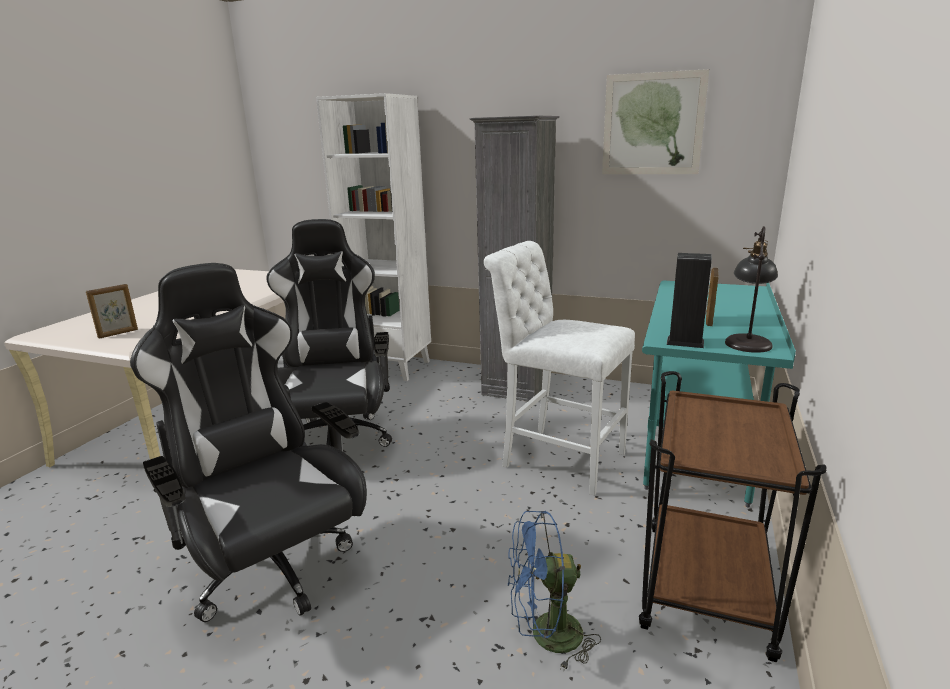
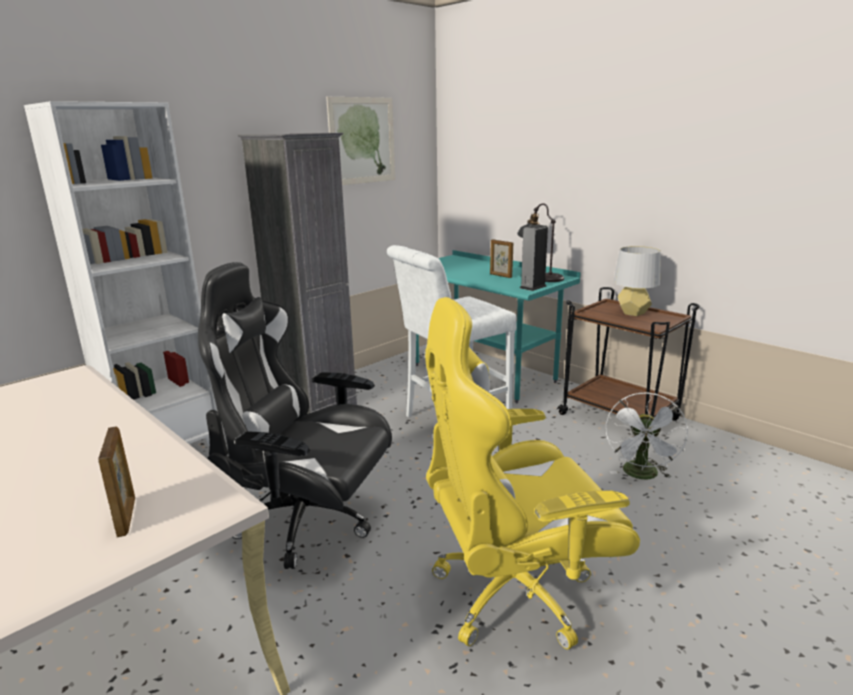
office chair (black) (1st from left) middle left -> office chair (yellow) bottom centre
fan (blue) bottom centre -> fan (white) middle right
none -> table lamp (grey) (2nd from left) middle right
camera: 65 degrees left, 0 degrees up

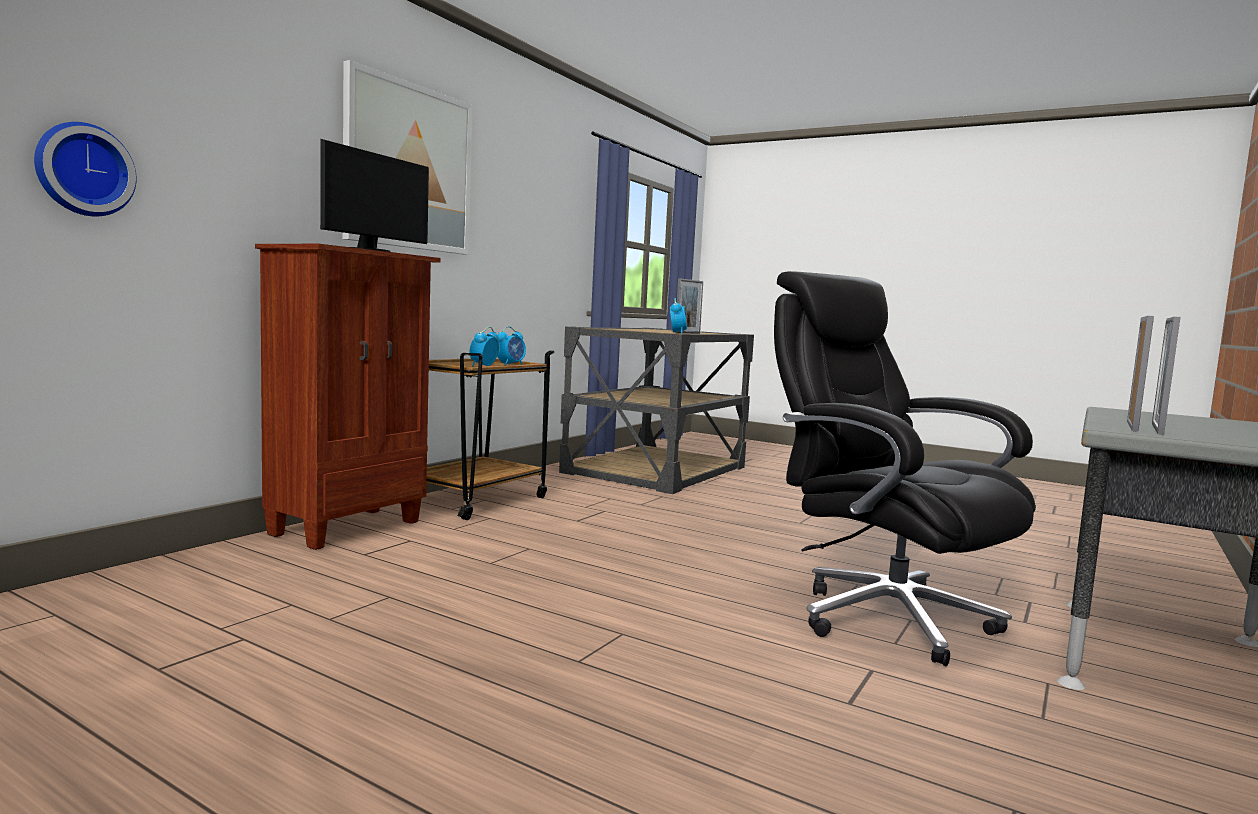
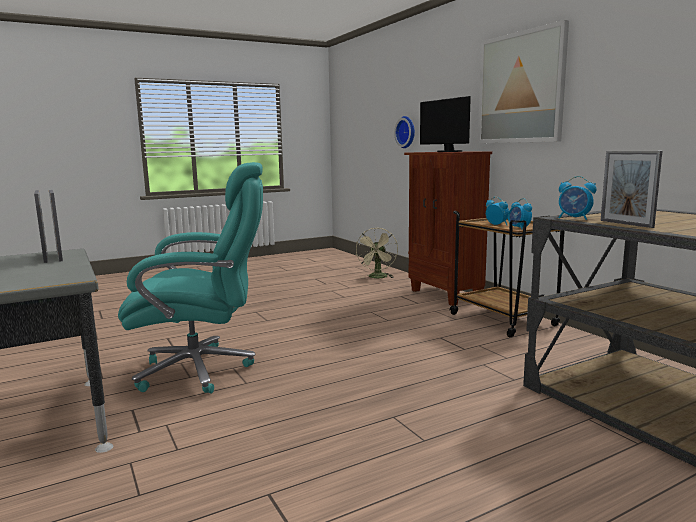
office chair (black) middle right -> office chair (turquoise) middle left
none -> fan (beige) centre
camera: 120 degrees right, 5 degrees up

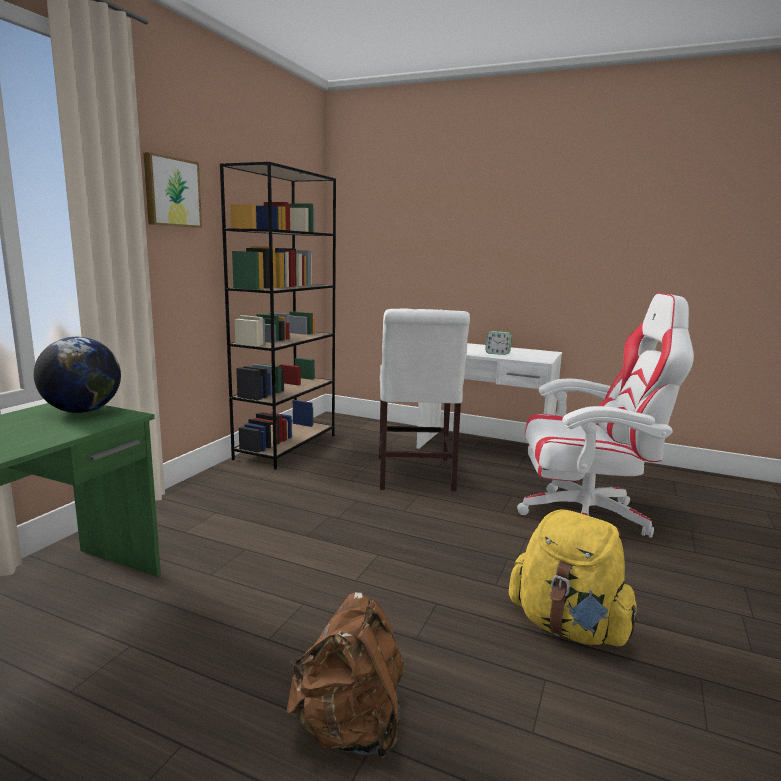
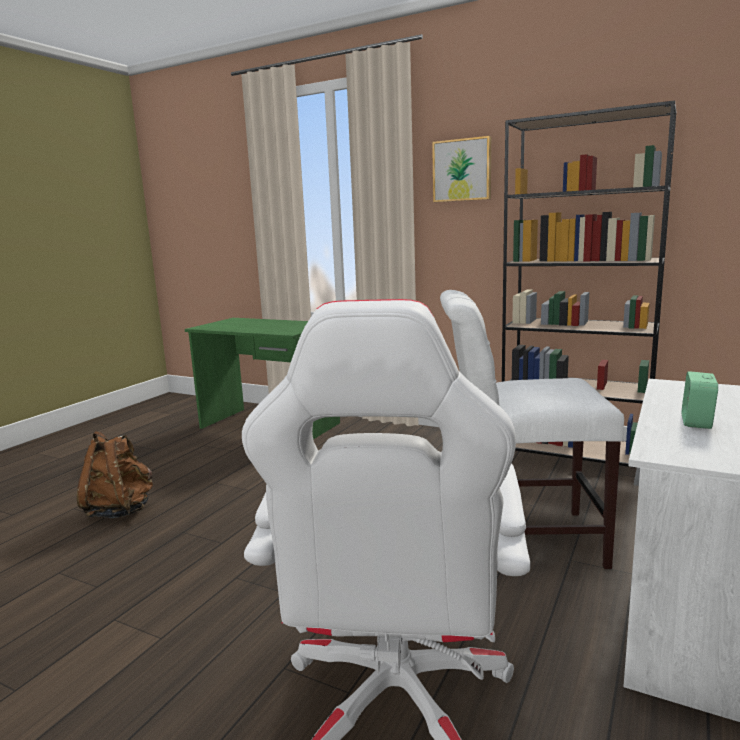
globe middle left -> none
backpack (yellow) bottom right -> none
camera: 95 degrees right, 0 degrees up

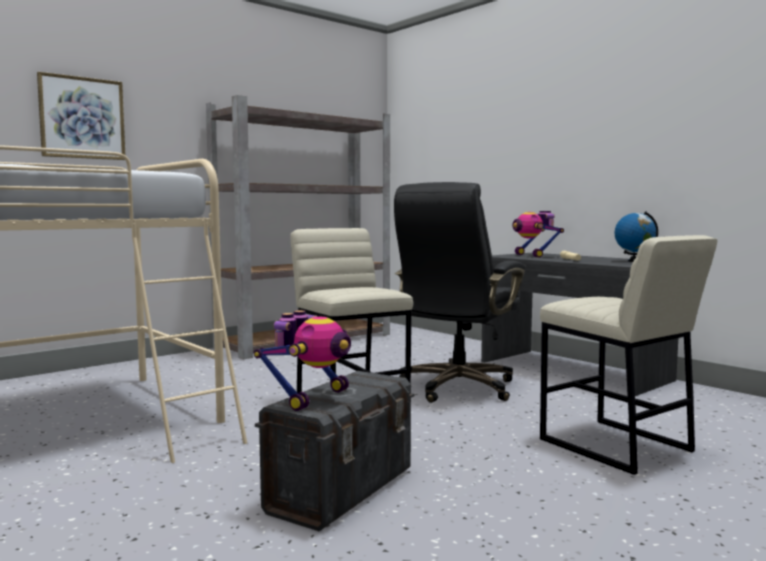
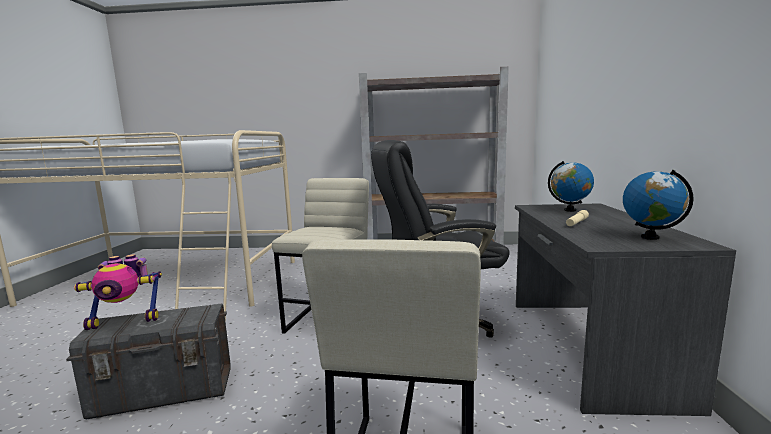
toy robot (2nd from left) middle right -> globe (1st from left) middle right
picture top left -> none
camera: 45 degrees right, 5 degrees up

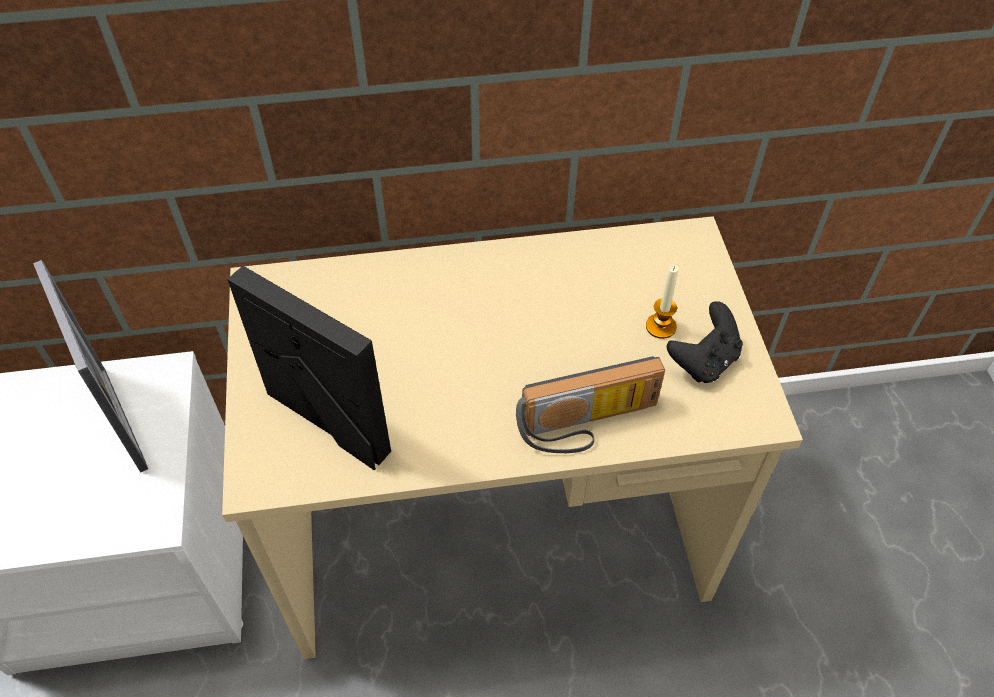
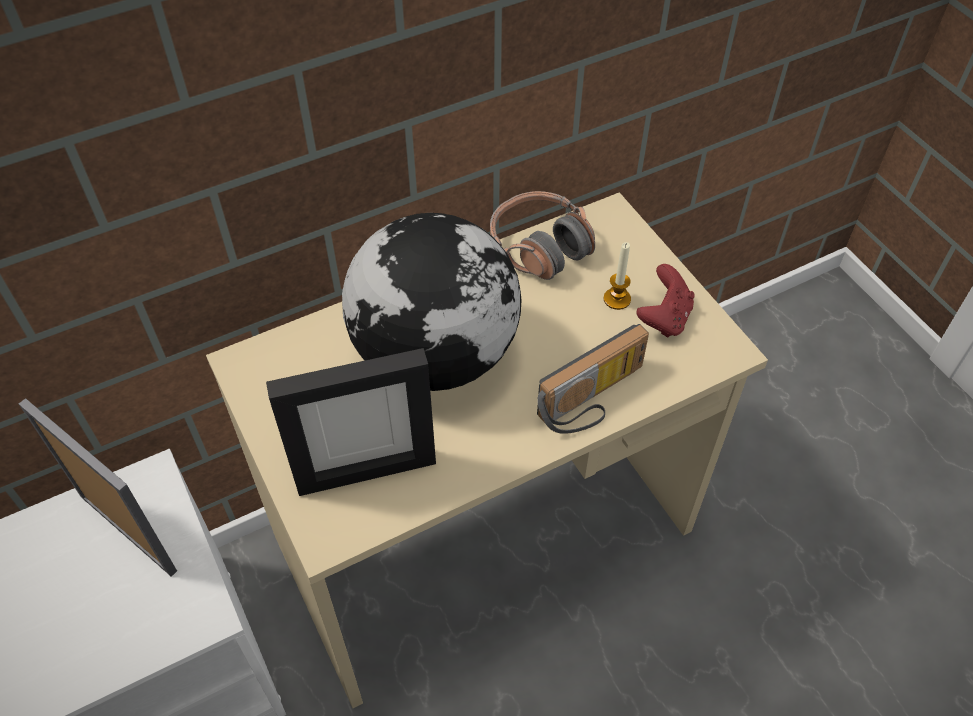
picture frame (2nd from left) middle left -> picture frame (2nd from left) centre, 150 degrees clockwise
none -> globe centre
none -> headphones top centre
game controller (black) middle right -> game controller (red) middle right
camera: 20 degrees left, 0 degrees up

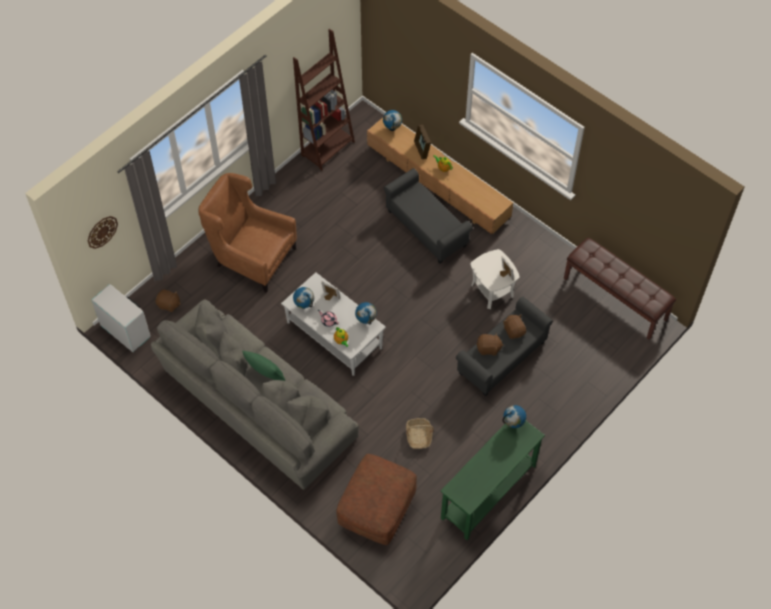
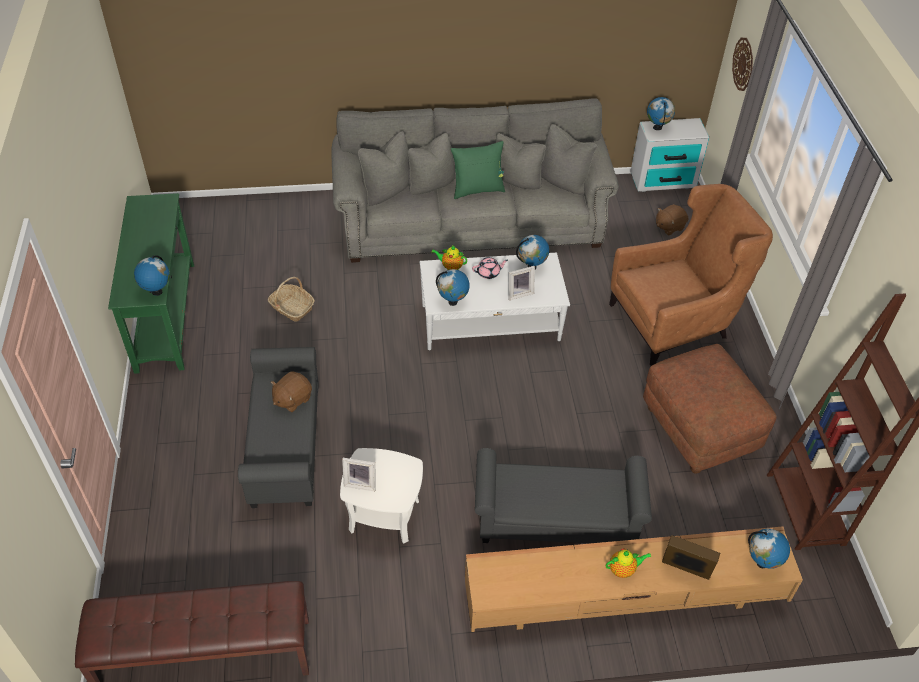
ottoman (brown) bottom centre -> ottoman (brown) middle right, moved
none -> globe (4th from left) top right
plush toy (brown) (3rd from left) middle right -> none
camera: 130 degrees right, 10 degrees down

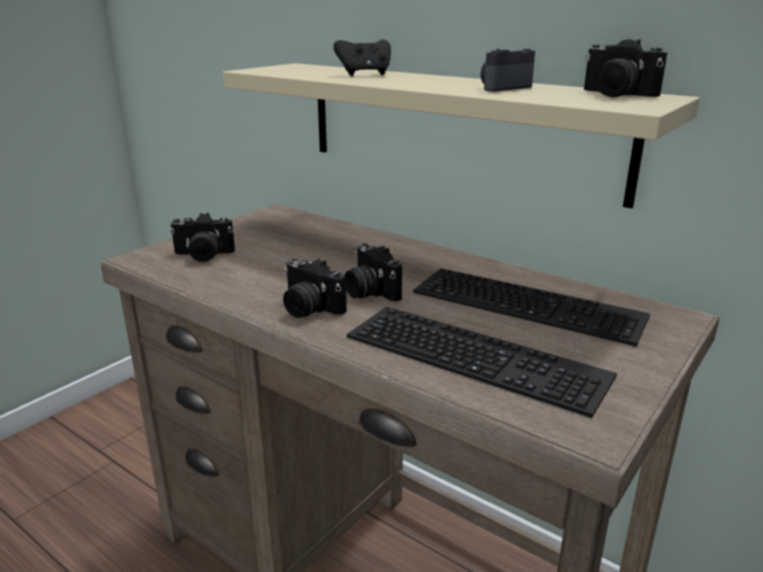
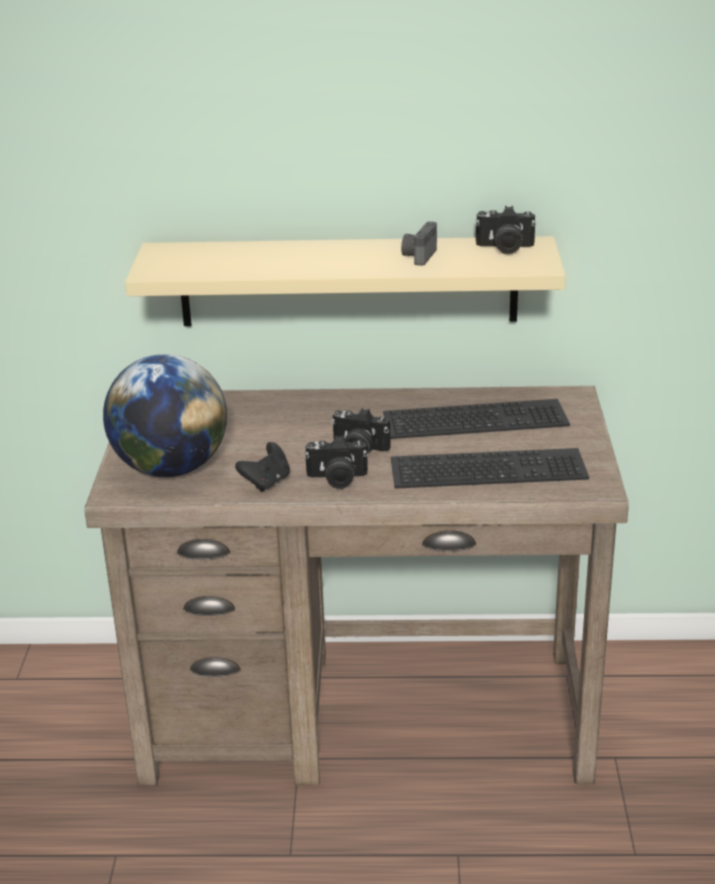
photo camera (1st from left) middle left -> globe middle left
game controller (black) top centre -> game controller (black) centre, moved
camera: 35 degrees left, 5 degrees up

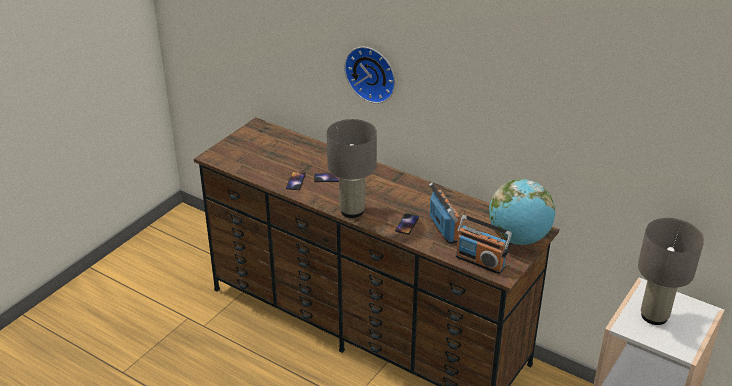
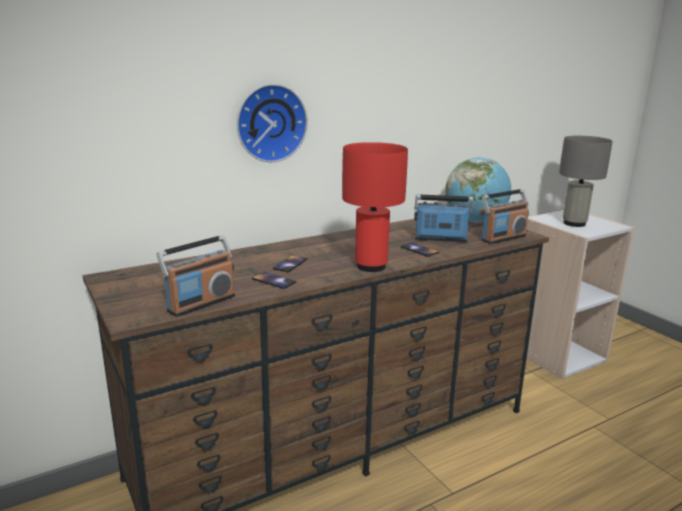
none -> radio (1st from left) middle left
table lamp (grey) (1st from left) centre -> table lamp (red) centre
camera: 65 degrees left, 15 degrees down

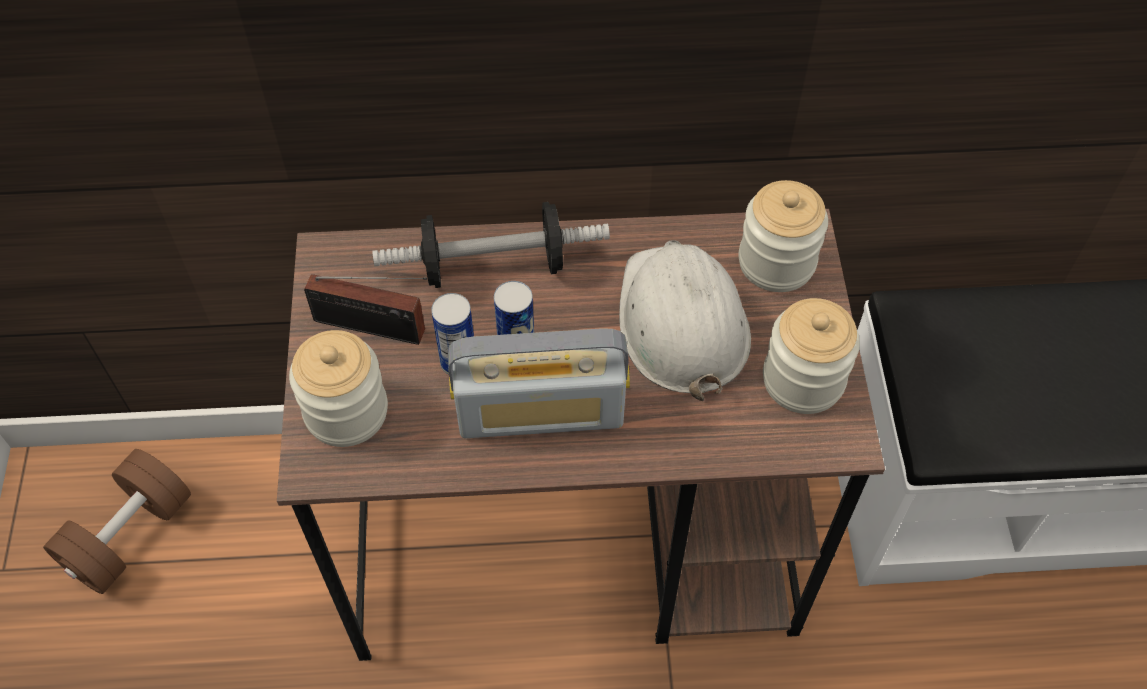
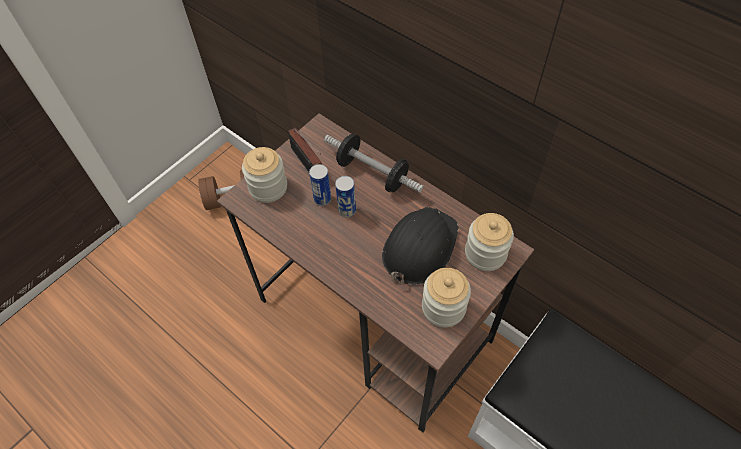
hard hat (white) centre -> hard hat (black) centre
radio (2nd from left) centre -> none
camera: 45 degrees right, 0 degrees up

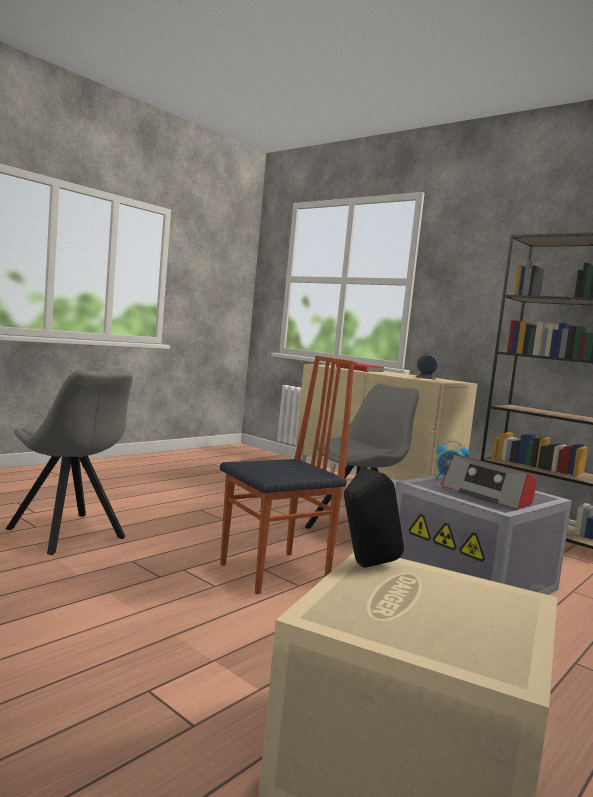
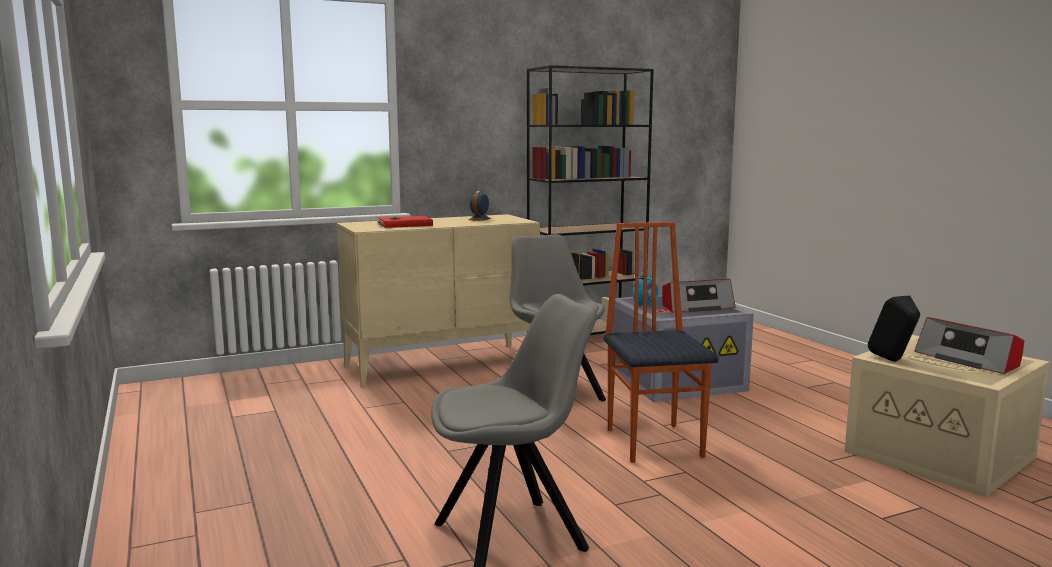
none -> radio (2nd from left) middle right
camera: 65 degrees left, 5 degrees up

